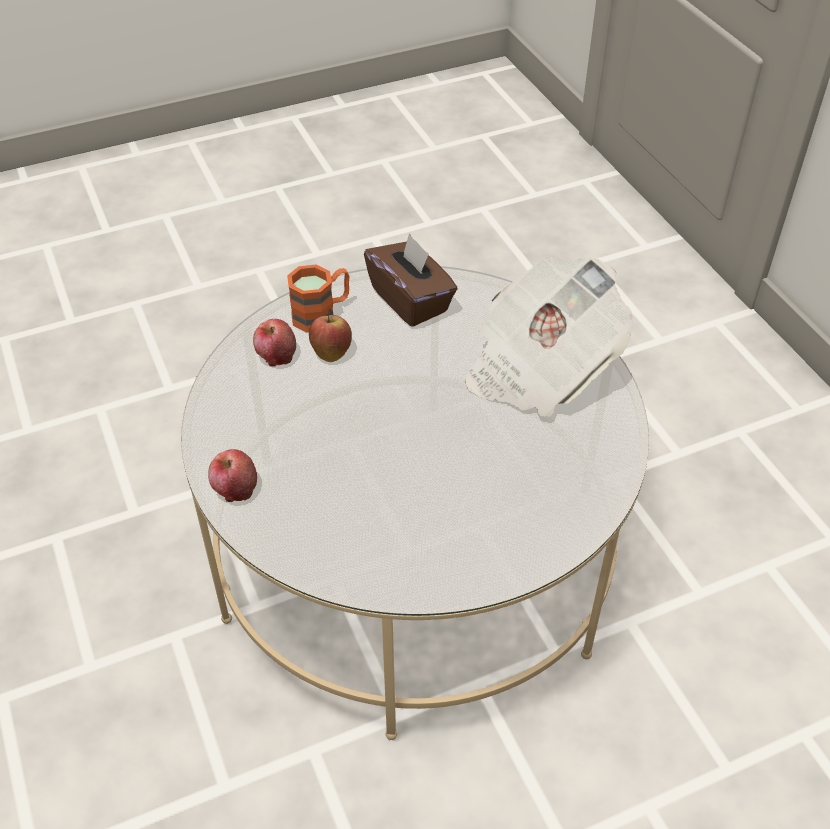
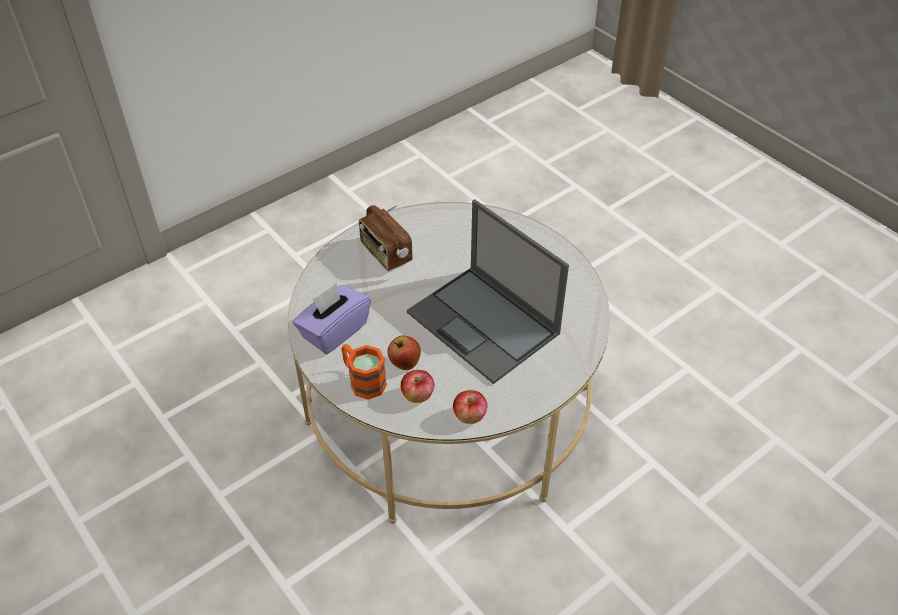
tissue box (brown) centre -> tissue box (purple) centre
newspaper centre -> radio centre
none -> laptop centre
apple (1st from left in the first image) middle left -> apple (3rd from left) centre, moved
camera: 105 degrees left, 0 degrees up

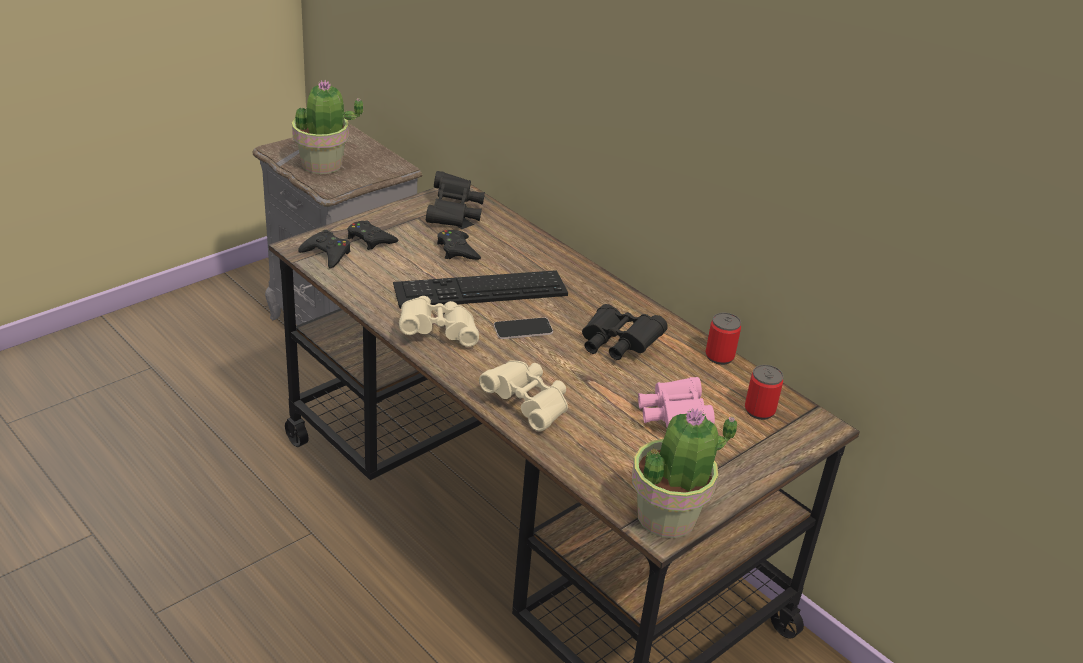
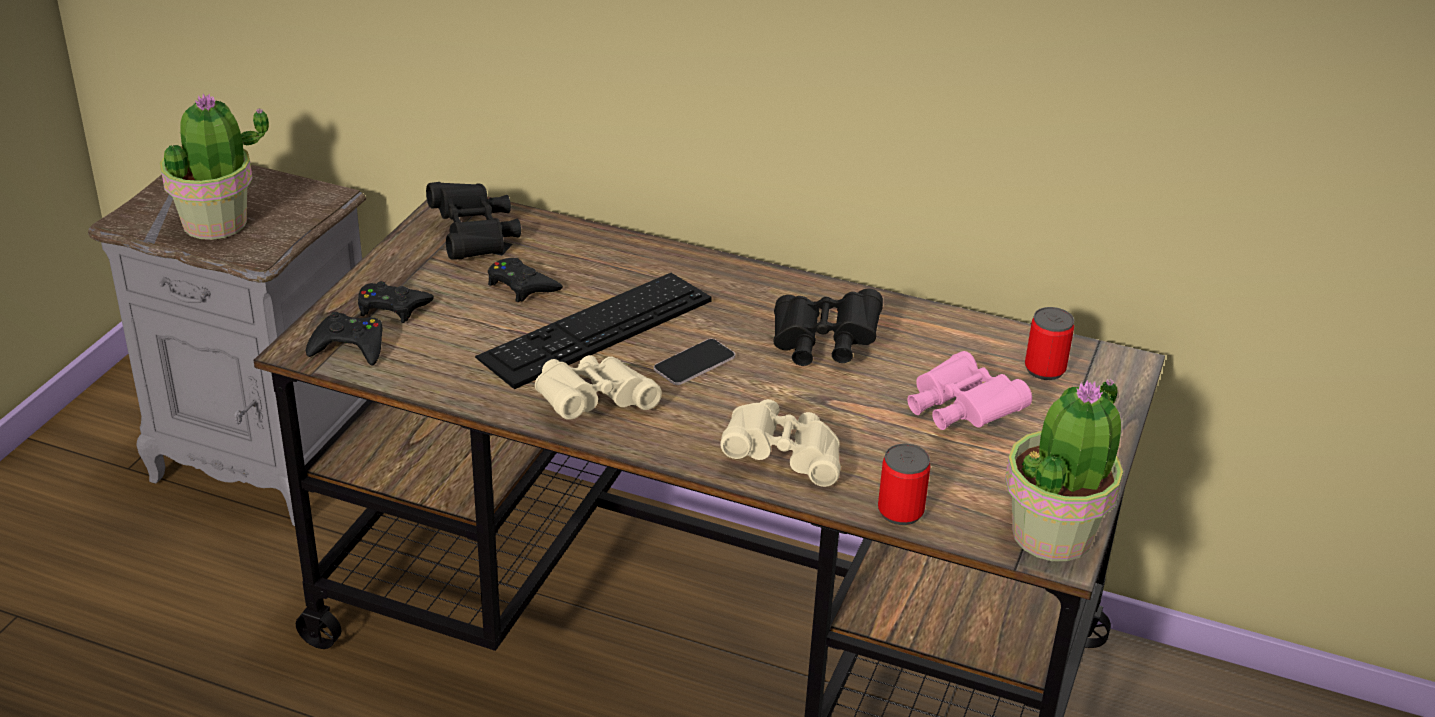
can (1st from left) middle right -> can (1st from left) bottom centre, moved
camera: 25 degrees left, 0 degrees up

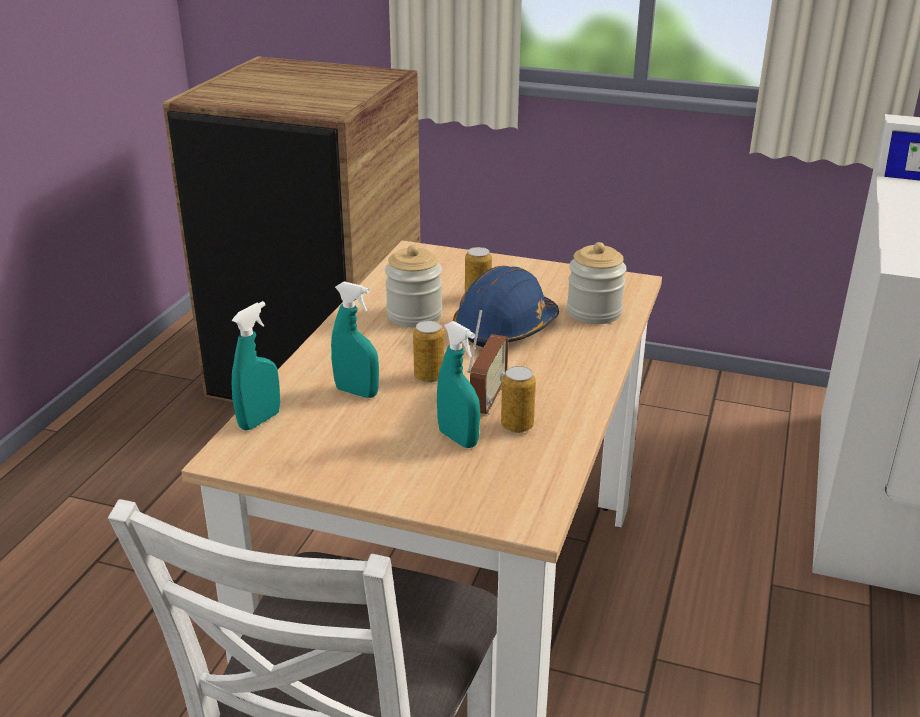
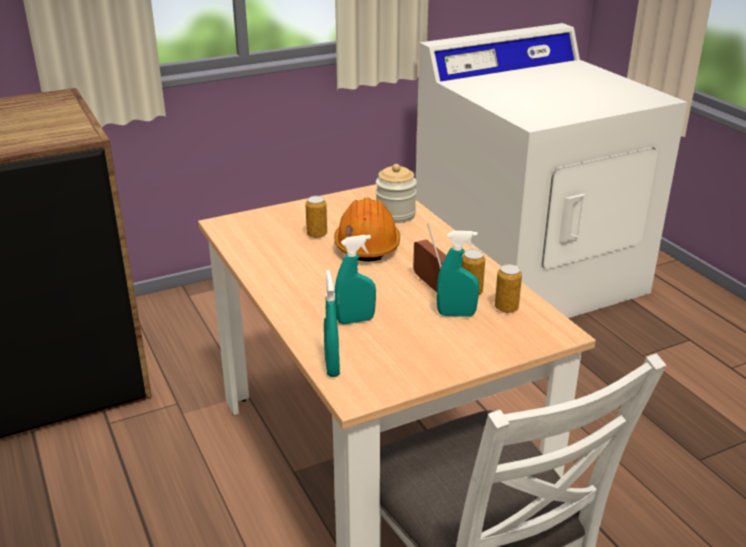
hard hat (blue) centre -> hard hat (orange) centre
can (1st from left in the first image) centre -> can (3rd from left) middle right, moved
jar (1st from left) centre -> none
camera: 45 degrees left, 0 degrees up

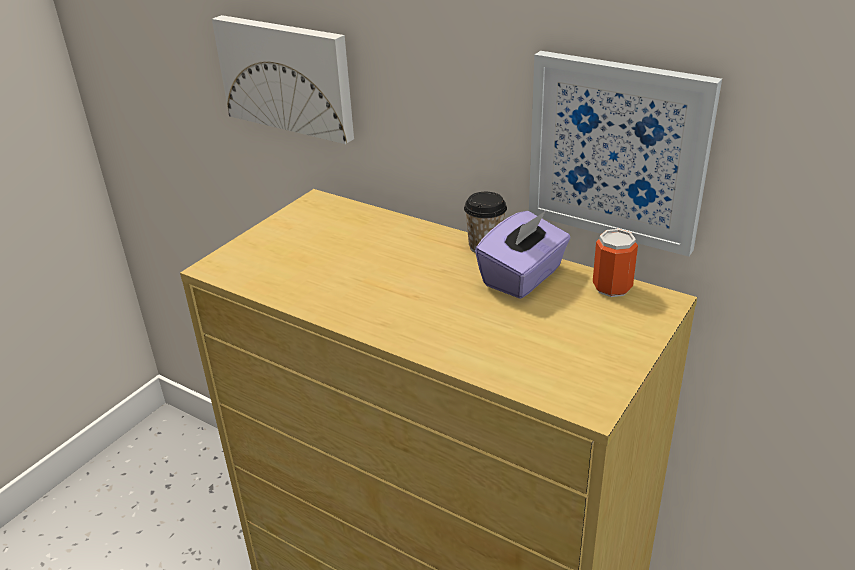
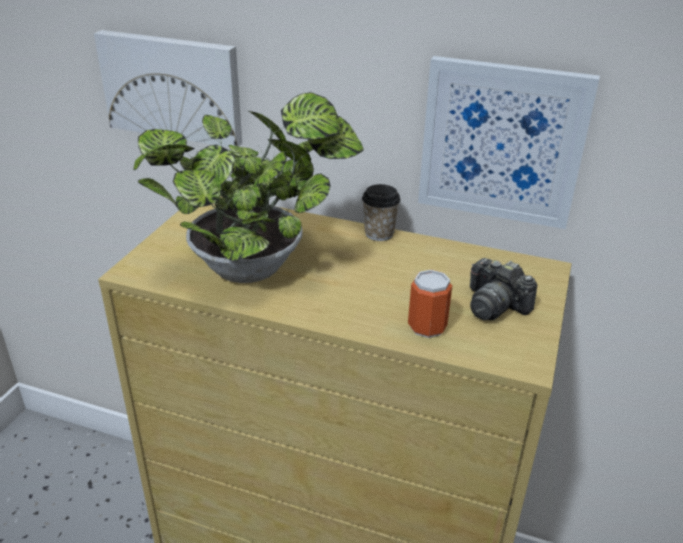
none -> potted plant centre
can middle right -> can centre, moved
none -> photo camera middle right
tissue box (purple) centre -> none
camera: 15 degrees left, 0 degrees up

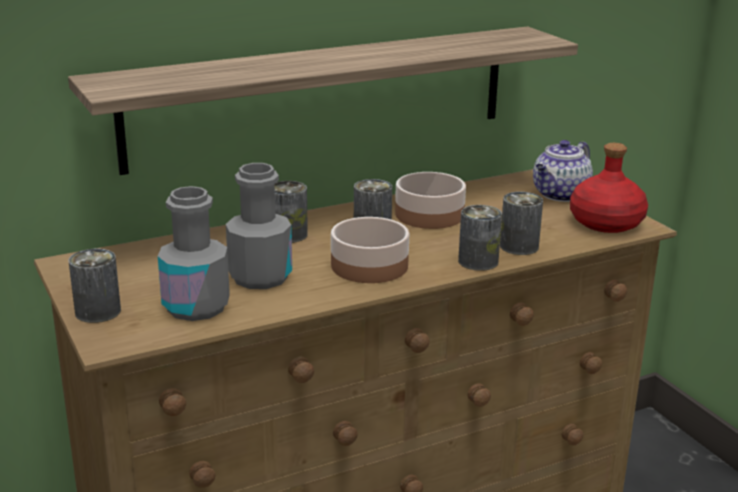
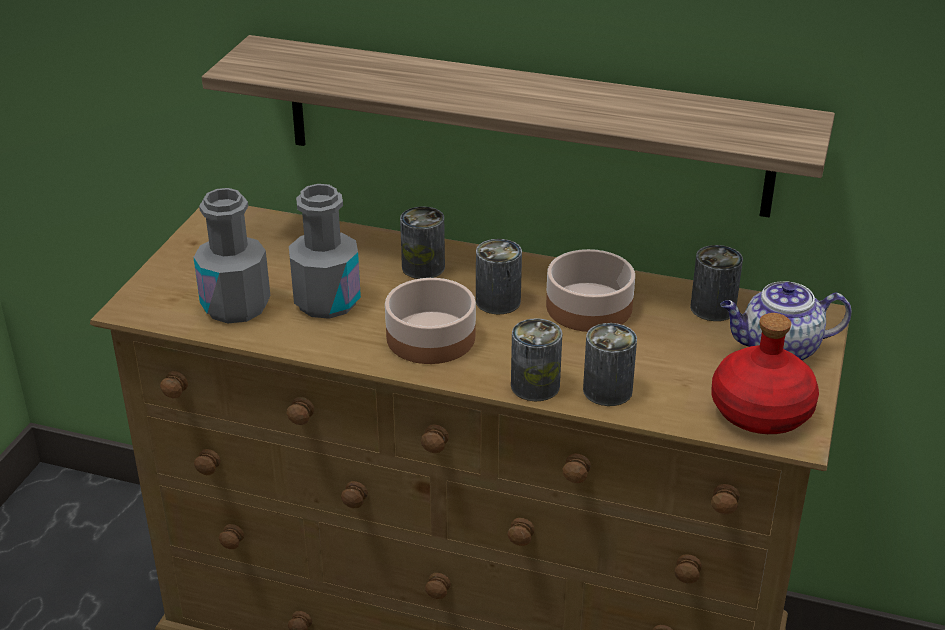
can (1st from left in the first image) middle left -> can (5th from left) middle right, moved
camera: 45 degrees right, 10 degrees up

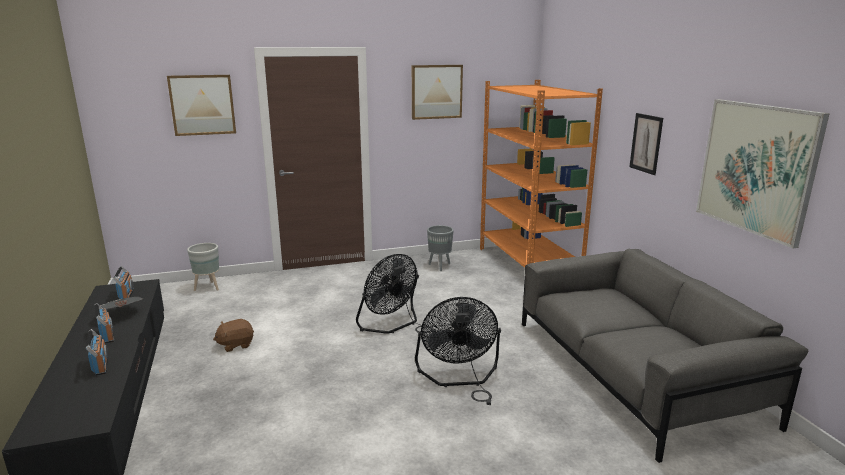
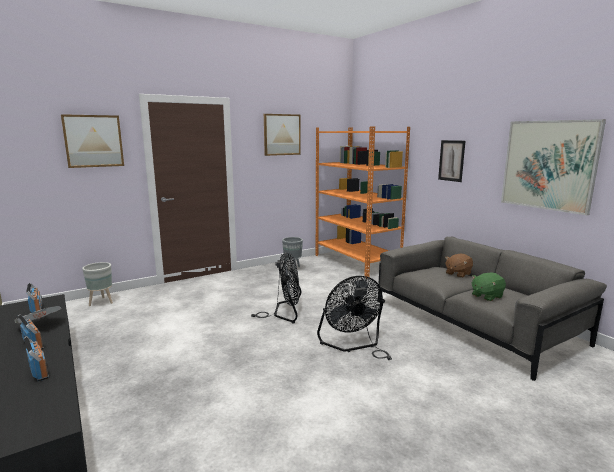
fan (black) (1st from left) centre, 150 degrees clockwise
plush toy (brown) bottom left -> plush toy (brown) middle right, moved
none -> plush toy (green) middle right
camera: 15 degrees left, 5 degrees down

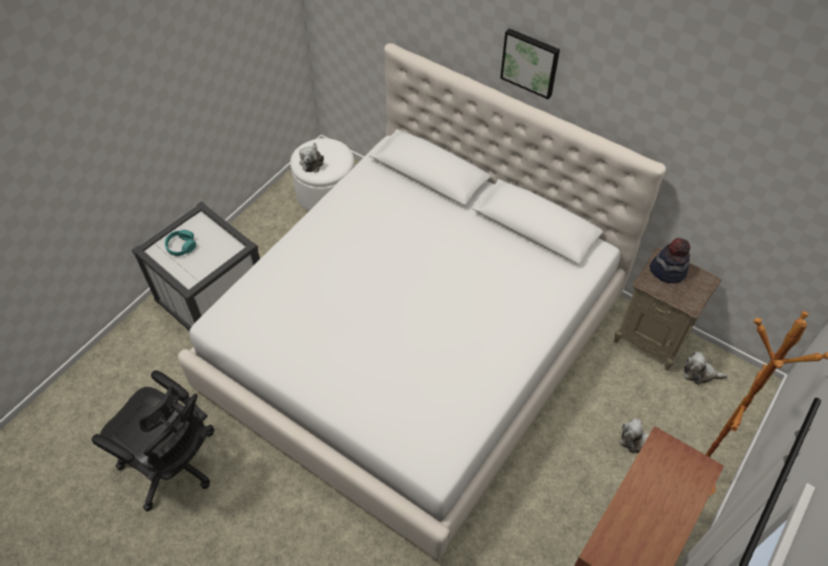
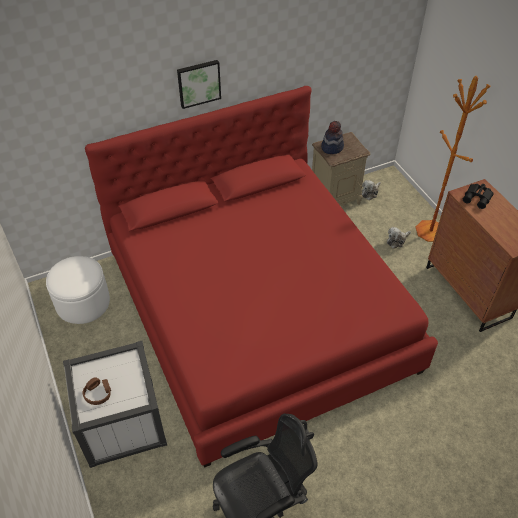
headphones (turquoise) middle left -> headphones (brown) bottom left
bed (white) centre -> bed (red) centre
none -> binoculars (black) middle right
plush toy (1st from left) top centre -> none
camera: 60 degrees left, 5 degrees down

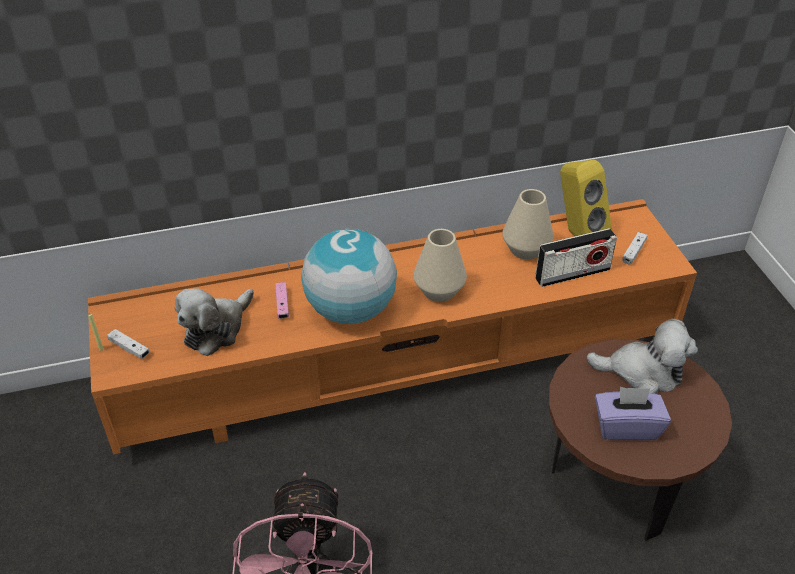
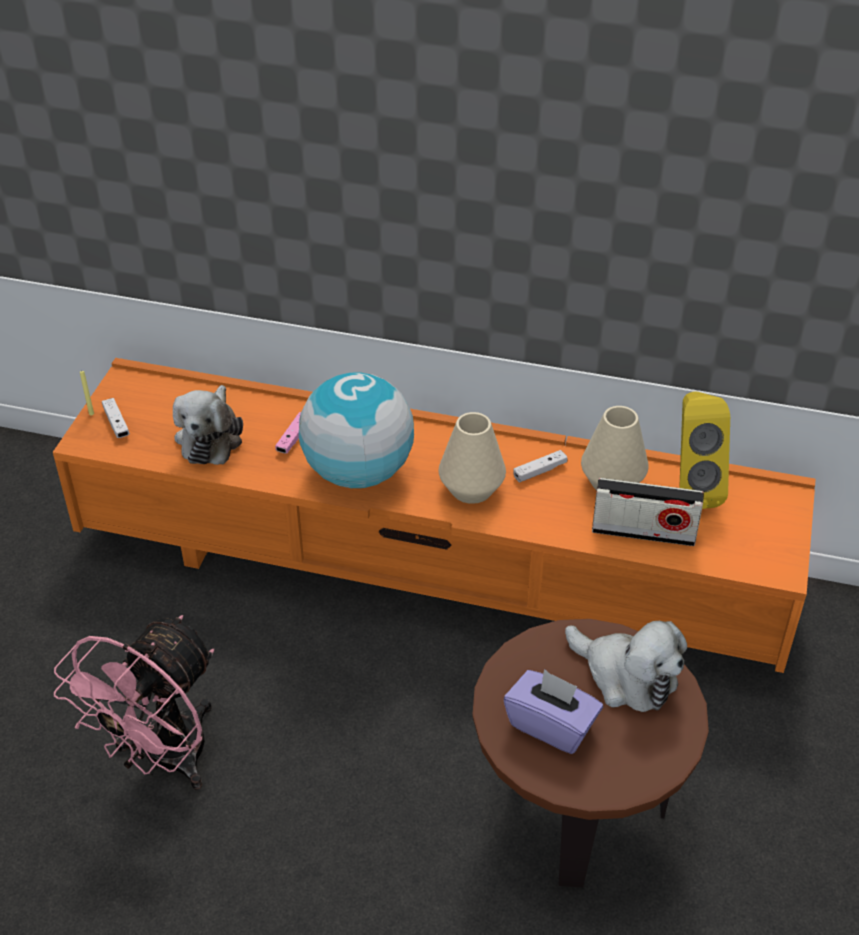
plush toy (1st from left) middle left, 60 degrees counterclockwise
game controller (white) (2nd from left) middle right -> game controller (white) (2nd from left) centre, moved
camera: 30 degrees right, 0 degrees up

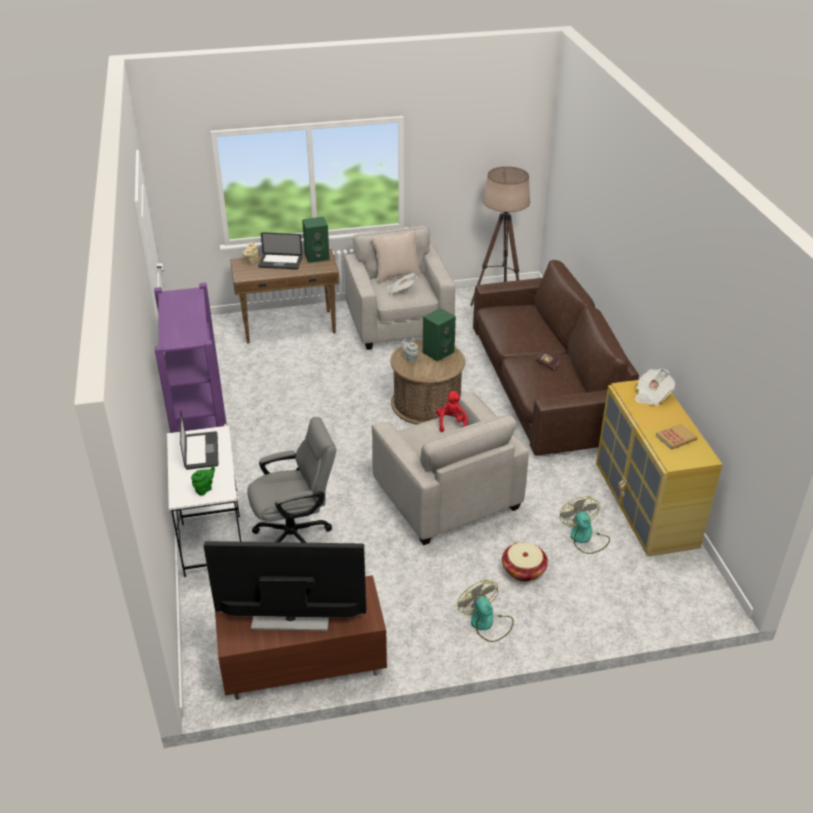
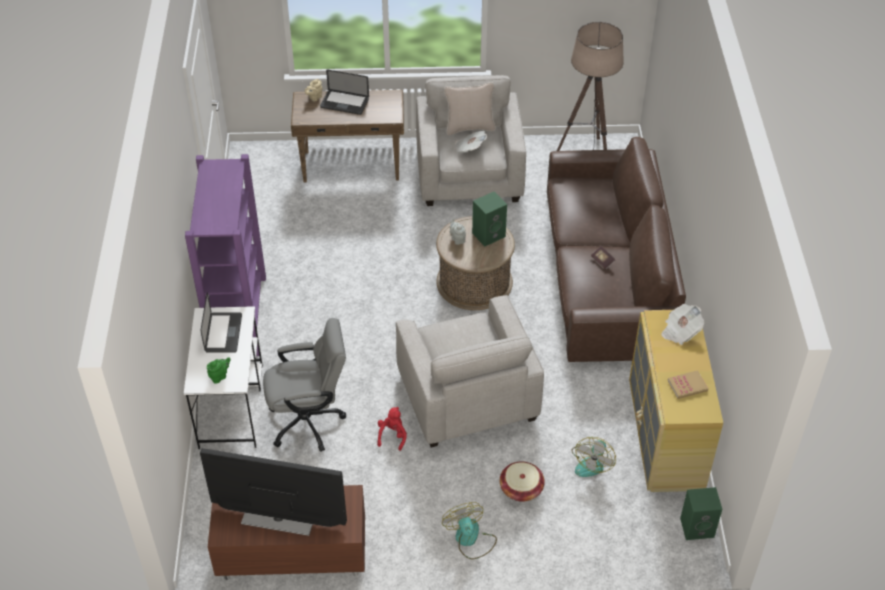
plush toy (red) centre -> plush toy (red) bottom centre, moved
fan (2nd from left) middle right -> fan (2nd from left) bottom right, 150 degrees counterclockwise
speaker (green) (1st from left in the first image) top centre -> speaker (green) (2nd from left) bottom right, moved
camera: 10 degrees right, 10 degrees up

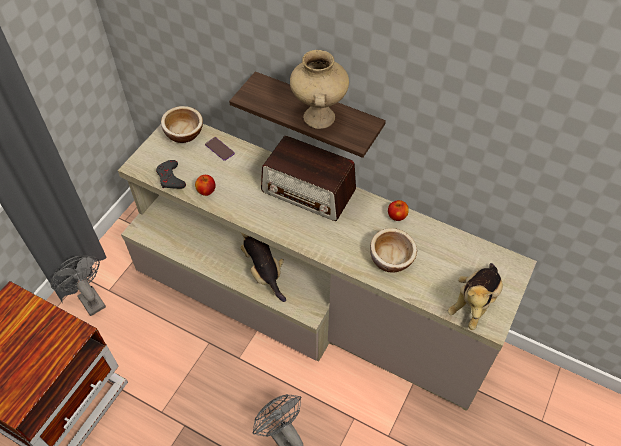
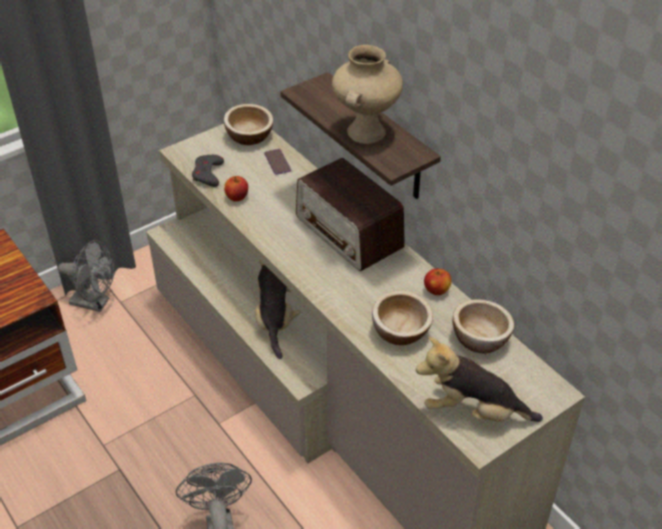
fan (grey) (1st from left) middle left, 120 degrees clockwise
plush toy (2nd from left) middle right -> plush toy (2nd from left) bottom right, 45 degrees clockwise
none -> bowl (3rd from left) middle right
camera: 25 degrees right, 10 degrees down

